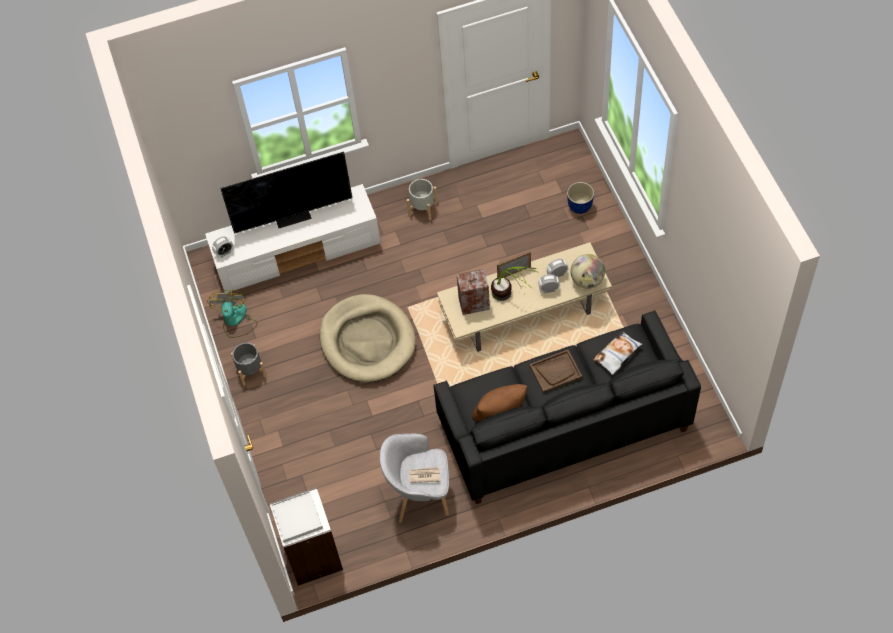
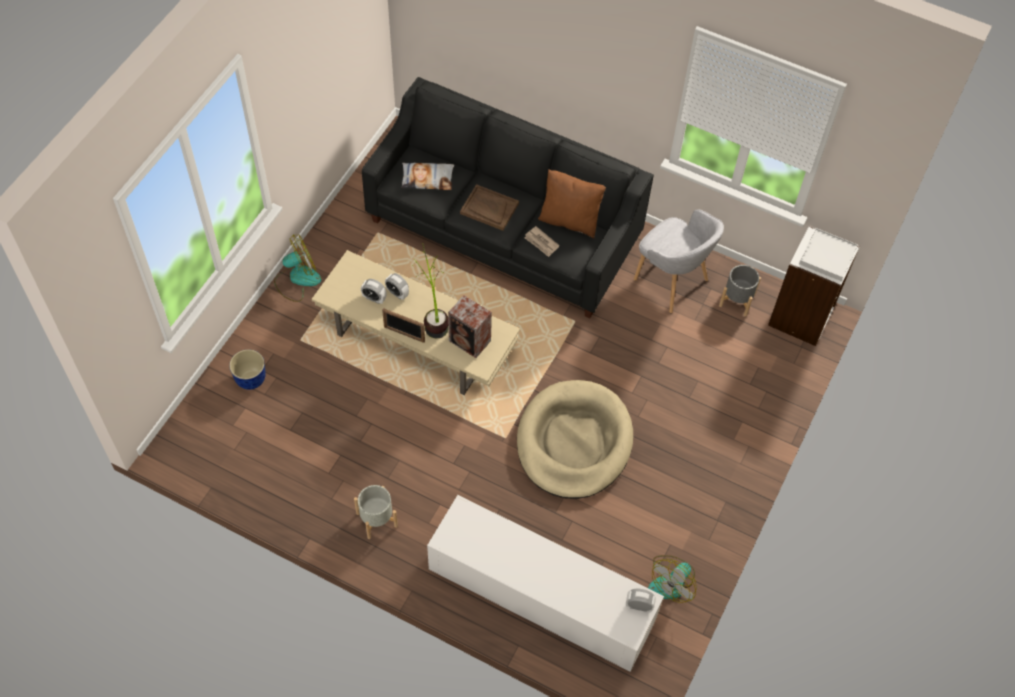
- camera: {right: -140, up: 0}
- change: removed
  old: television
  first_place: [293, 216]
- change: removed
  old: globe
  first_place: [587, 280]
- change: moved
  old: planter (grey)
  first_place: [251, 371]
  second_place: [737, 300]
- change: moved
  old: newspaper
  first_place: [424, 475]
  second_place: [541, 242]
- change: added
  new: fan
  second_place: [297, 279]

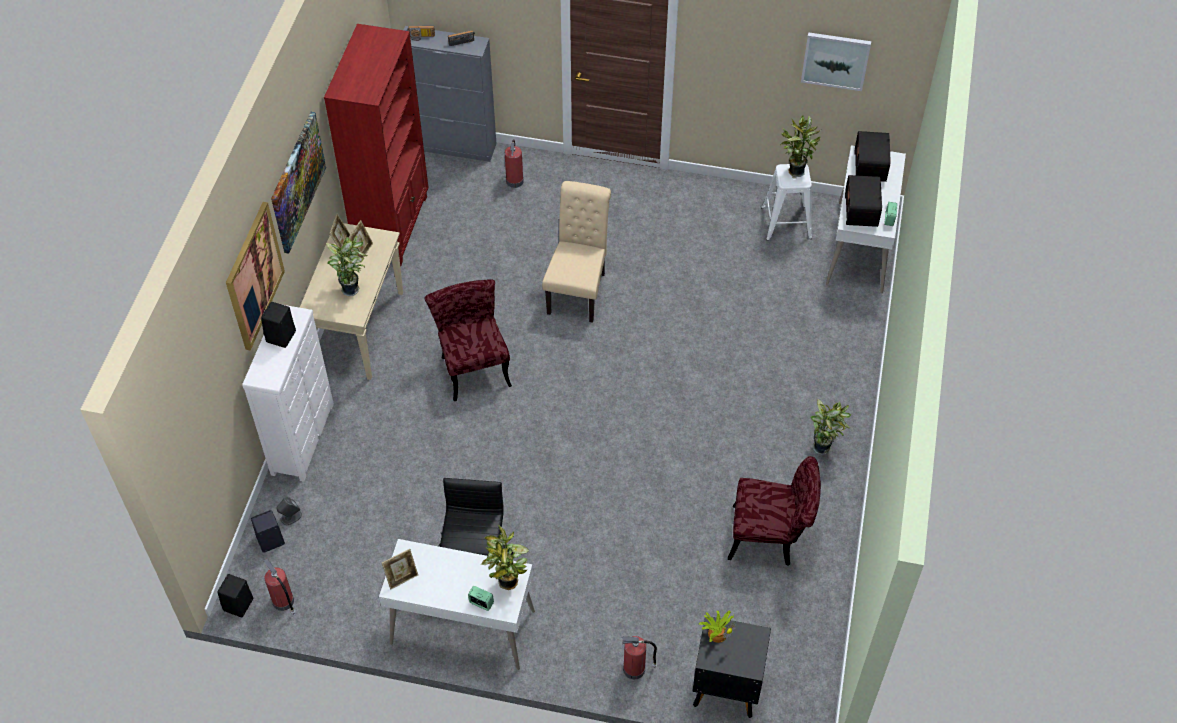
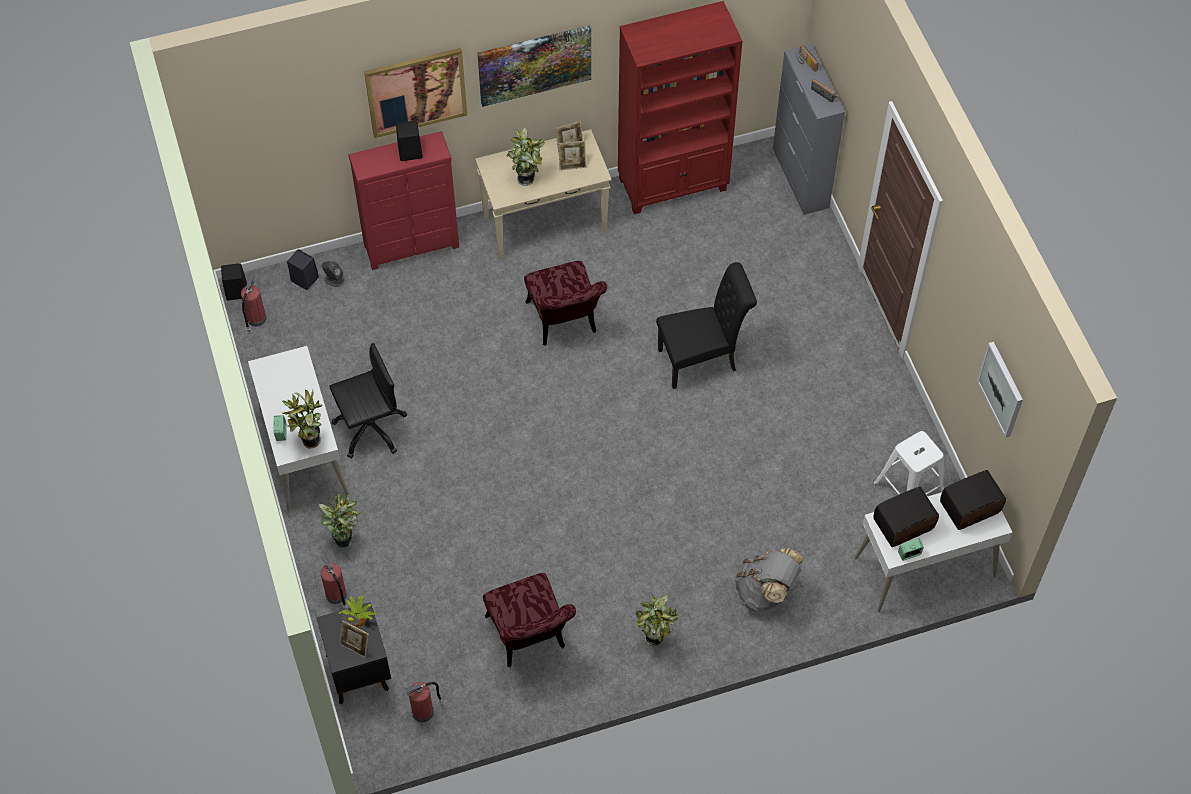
- camera: {right: 60, up: 5}
- change: moved
  old: potted plant
  first_place: [795, 170]
  second_place: [344, 539]
- change: moved
  old: fire extinguisher
  first_place: [514, 180]
  second_place: [424, 711]
- change: recoloured
  old: chair (beige)
  new: chair (black)
  first_place: [578, 290]
  second_place: [702, 359]
- change: turned
  old: chair (red)
  first_place: [473, 365]
  second_place: [564, 323]
  degrees: 120
- change: recoloured
  old: dresser (white)
  new: dresser (red)
  first_place: [304, 438]
  second_place: [412, 246]
- change: moved
  old: picture frame
  first_place: [402, 577]
  second_place: [355, 646]
- change: added
  new: backpack (grey)
  second_place: [766, 591]

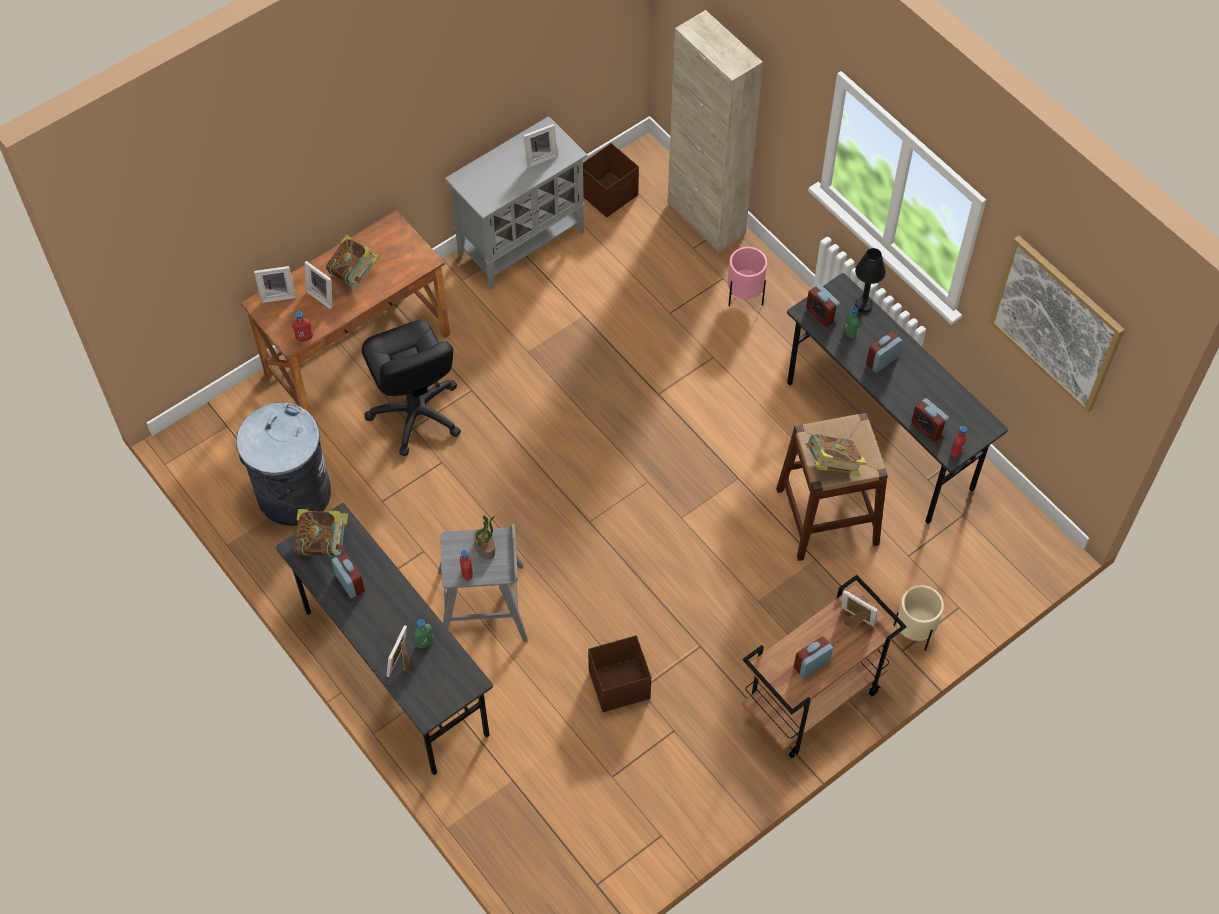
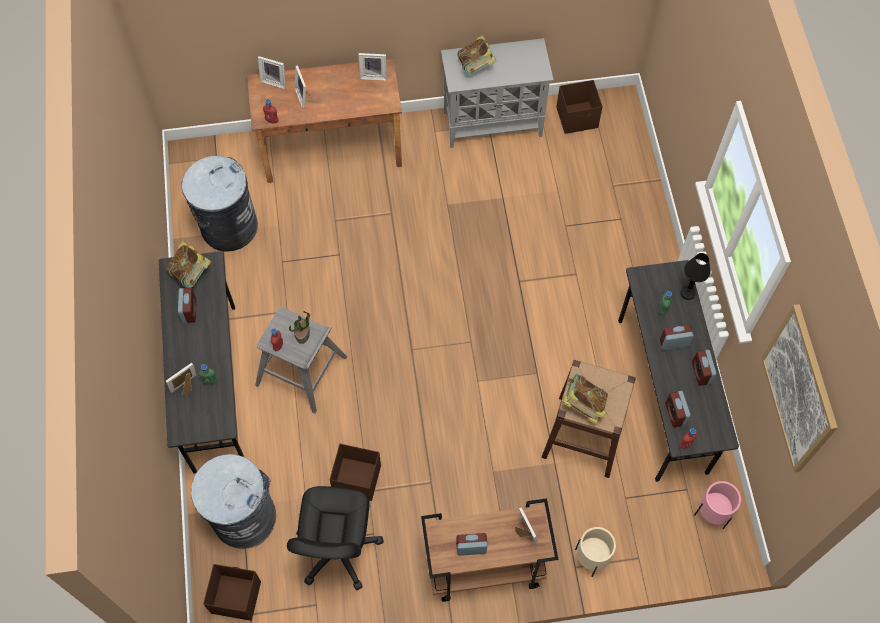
- camera: {right: 30, up: 5}
- change: removed
  old: cabinet (beige)
  first_place: [706, 218]
- change: moved
  old: picture frame
  first_place: [540, 156]
  second_place: [374, 75]
- change: moved
  old: book
  first_place: [355, 273]
  second_place: [476, 66]
- change: moved
  old: planter (pink)
  first_place: [744, 298]
  second_place: [711, 514]
- change: moved
  old: alarm clock
  first_place: [821, 314]
  second_place: [701, 373]
- change: moved
  old: office chair (black)
  first_place: [416, 414]
  second_place: [338, 550]
- change: added
  new: trash can (grey)
  second_place: [244, 517]
- change: added
  new: storage box (brown)
  second_place: [235, 597]

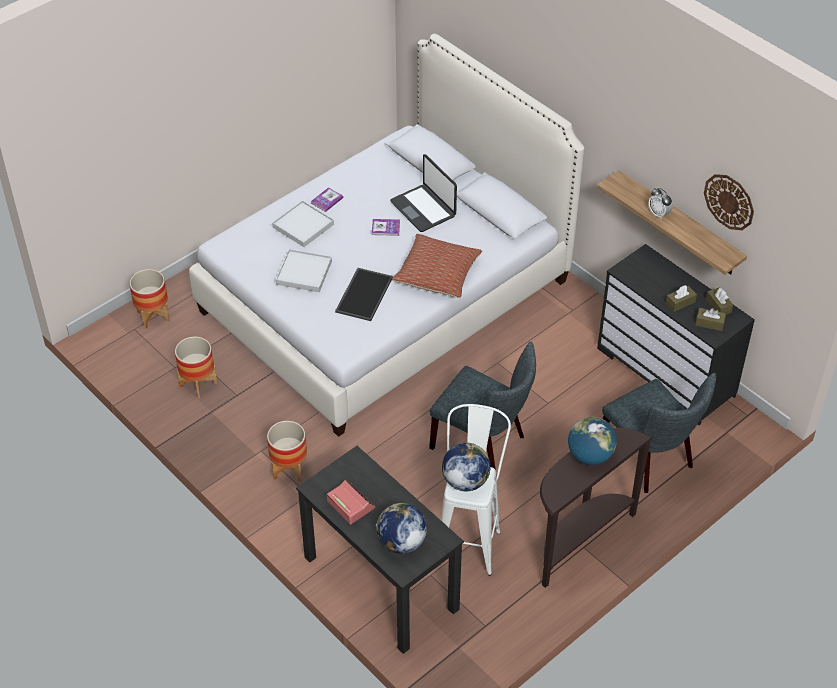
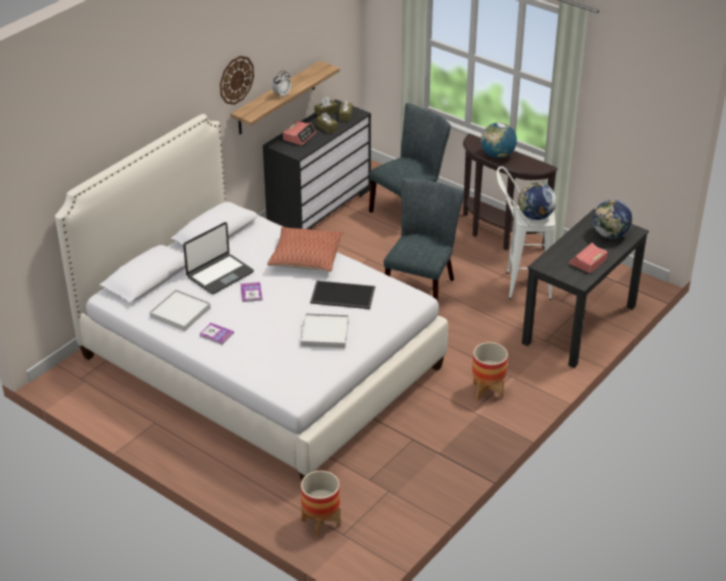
- camera: {right: -100, up: -10}
- change: moved
  old: wall clock
  first_place: [729, 201]
  second_place: [236, 80]
- change: moved
  old: tray (white)
  first_place: [303, 226]
  second_place: [180, 312]
- change: removed
  old: planter
  first_place: [198, 384]
- change: added
  new: alarm clock
  second_place: [299, 136]

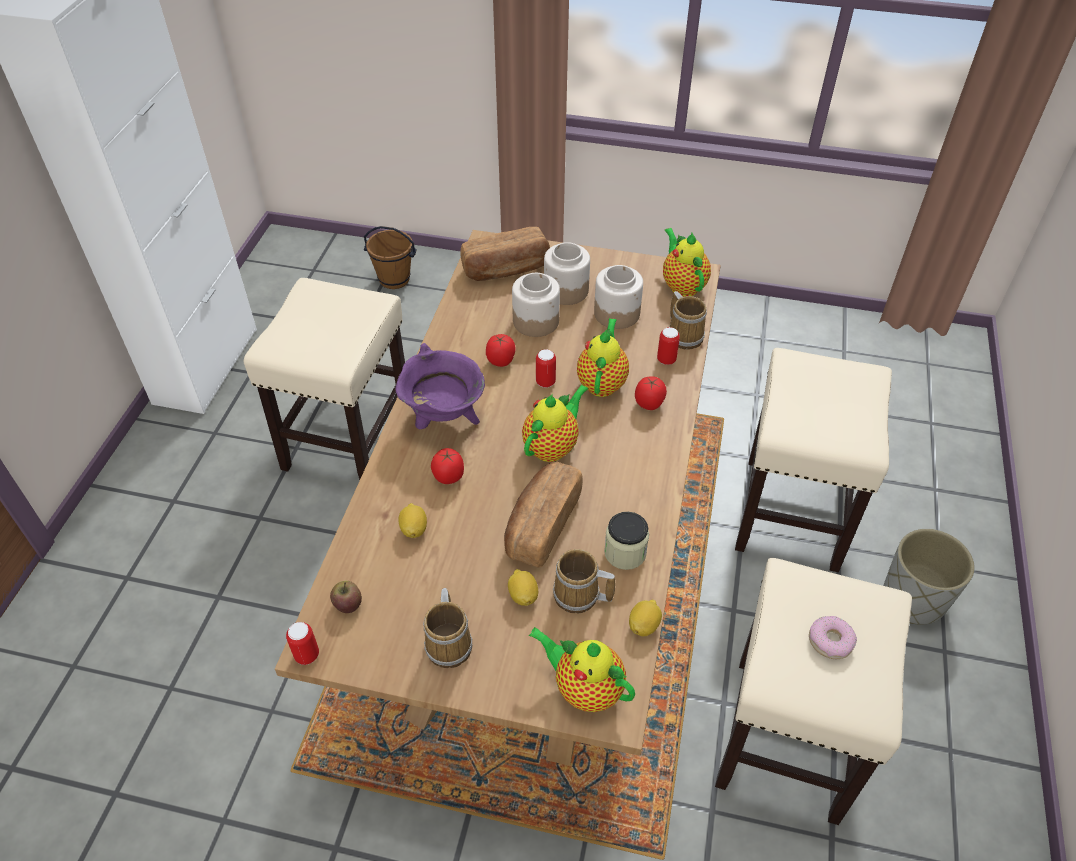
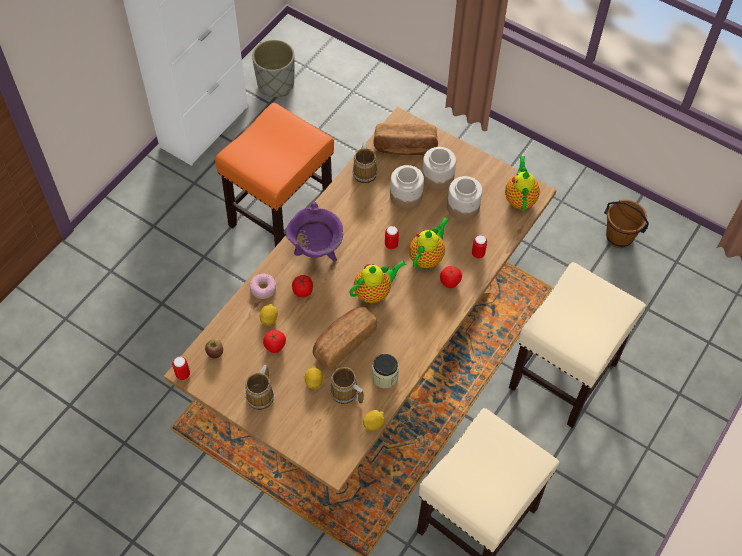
- camera: {right: 20, up: 10}
- change: moved
  old: bucket (brown)
  first_place: [394, 279]
  second_place: [619, 237]
- change: recoloured
  old: stool (beige)
  new: stool (orange)
  first_place: [348, 437]
  second_place: [281, 215]
- change: moved
  old: mug
  first_place: [685, 335]
  second_place: [365, 172]
- change: moved
  old: tomato
  first_place: [501, 361]
  second_place: [275, 346]
- change: moved
  old: planter (grey)
  first_place: [914, 599]
  second_place: [276, 84]
- change: moved
  old: donut
  first_place: [830, 641]
  second_place: [263, 288]
- change: removed
  old: teapot
  first_place: [584, 688]

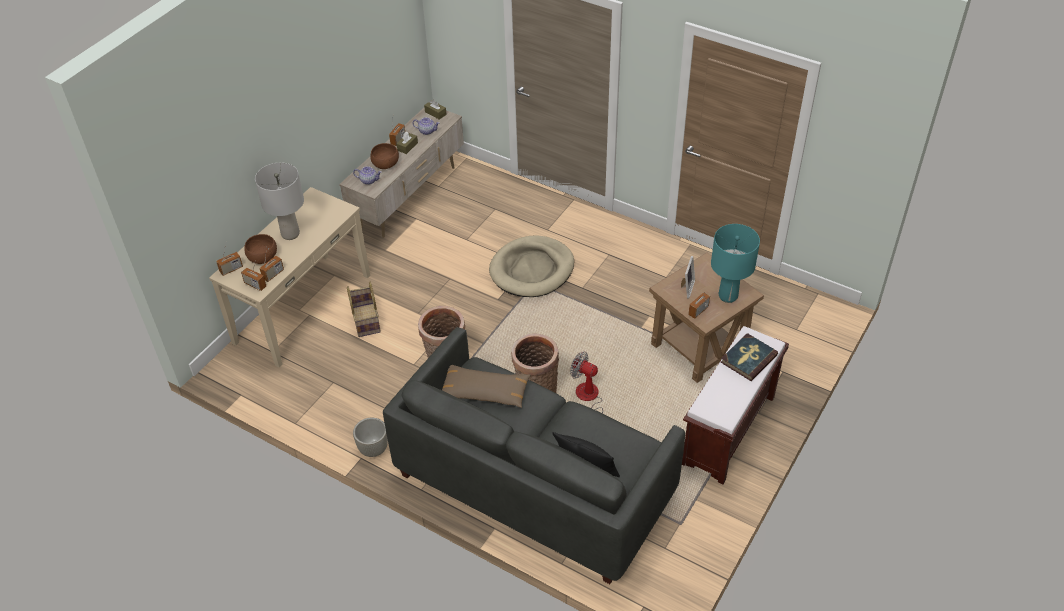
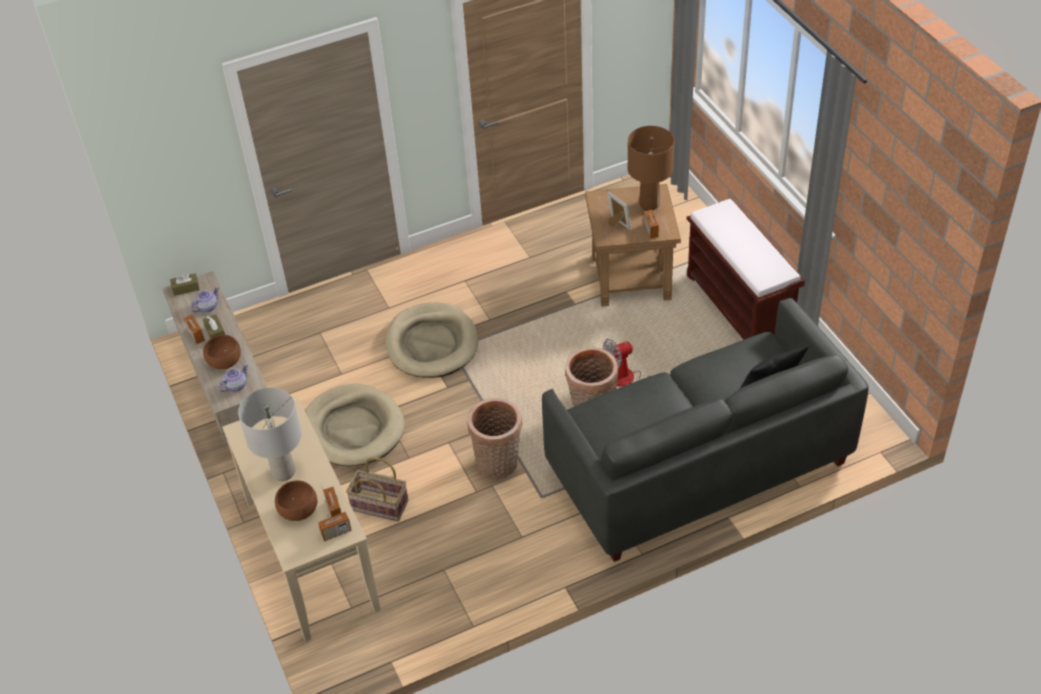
- camera: {right: -55, up: 0}
- change: recoloured
  old: table lamp (turquoise)
  new: table lamp (brown)
  first_place: [728, 296]
  second_place: [649, 204]
- change: removed
  old: radio
  first_place: [231, 269]
- change: removed
  old: book
  first_place: [748, 358]
- change: removed
  old: pillow (brown)
  first_place: [485, 392]
- change: removed
  old: planter (grey)
  first_place: [373, 449]
- change: added
  new: dog bed (beige)
  second_place: [354, 428]

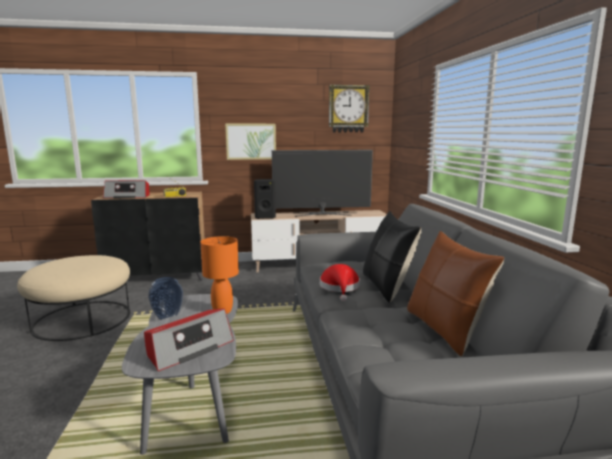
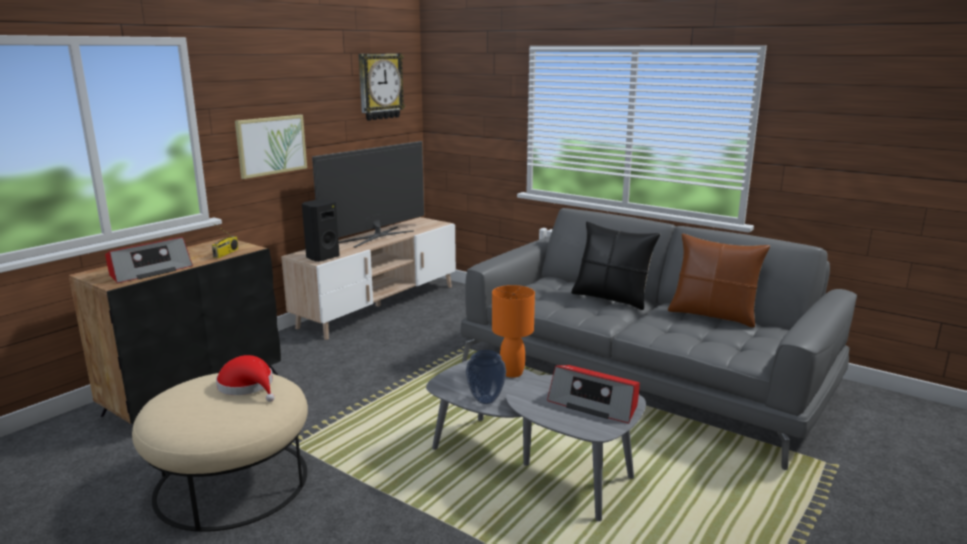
- camera: {right: -45, up: 5}
- change: moved
  old: hat (red)
  first_place: [340, 287]
  second_place: [248, 386]
- change: turned
  old: radio
  first_place: [189, 348]
  second_place: [594, 404]
  degrees: 120

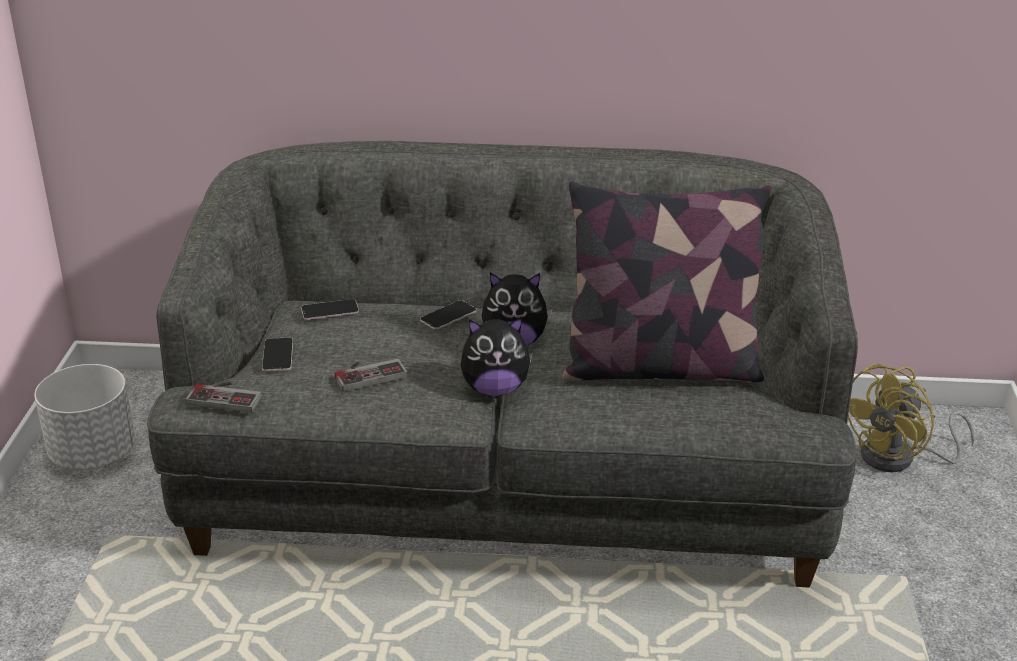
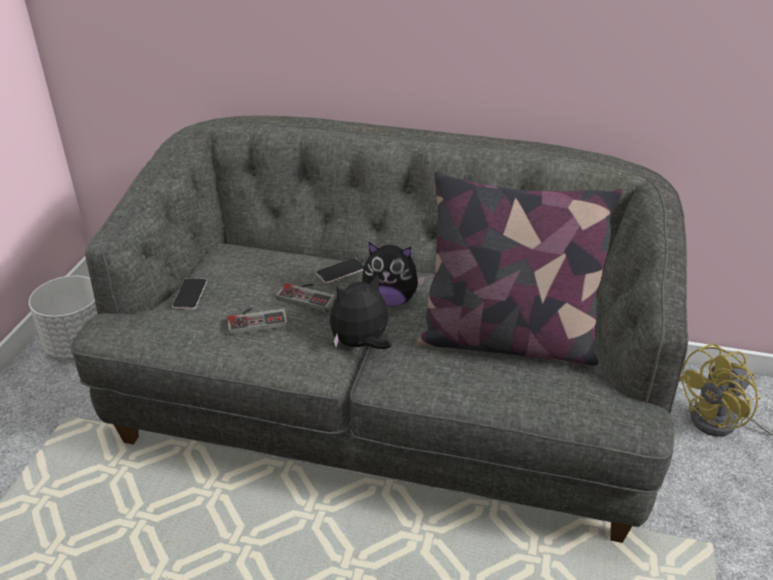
- camera: {right: 10, up: 5}
- change: removed
  old: phone
  first_place: [330, 310]
- change: turned
  old: plush toy
  first_place: [495, 389]
  second_place: [361, 344]
  degrees: 150
- change: moved
  old: game controller
  first_place: [227, 396]
  second_place: [308, 295]

